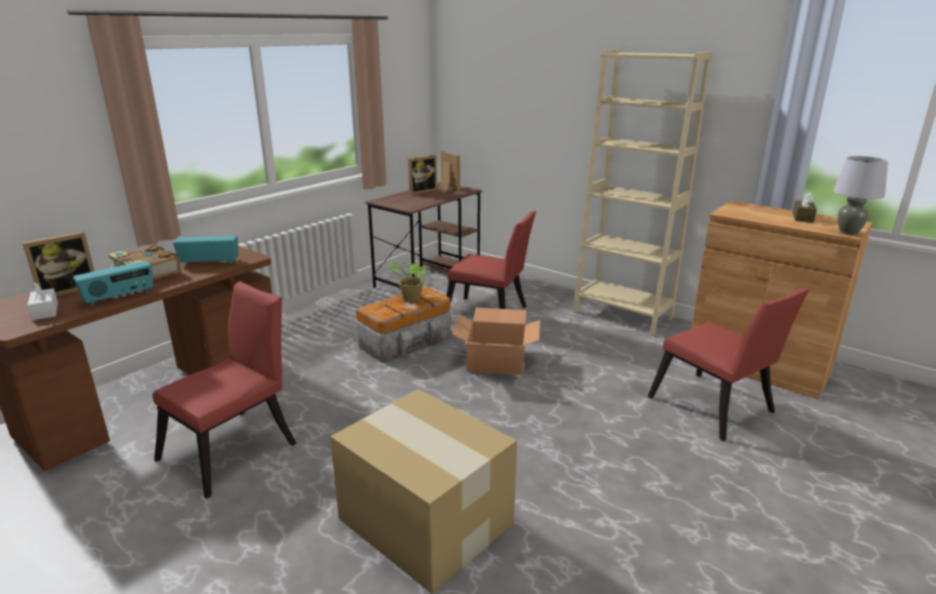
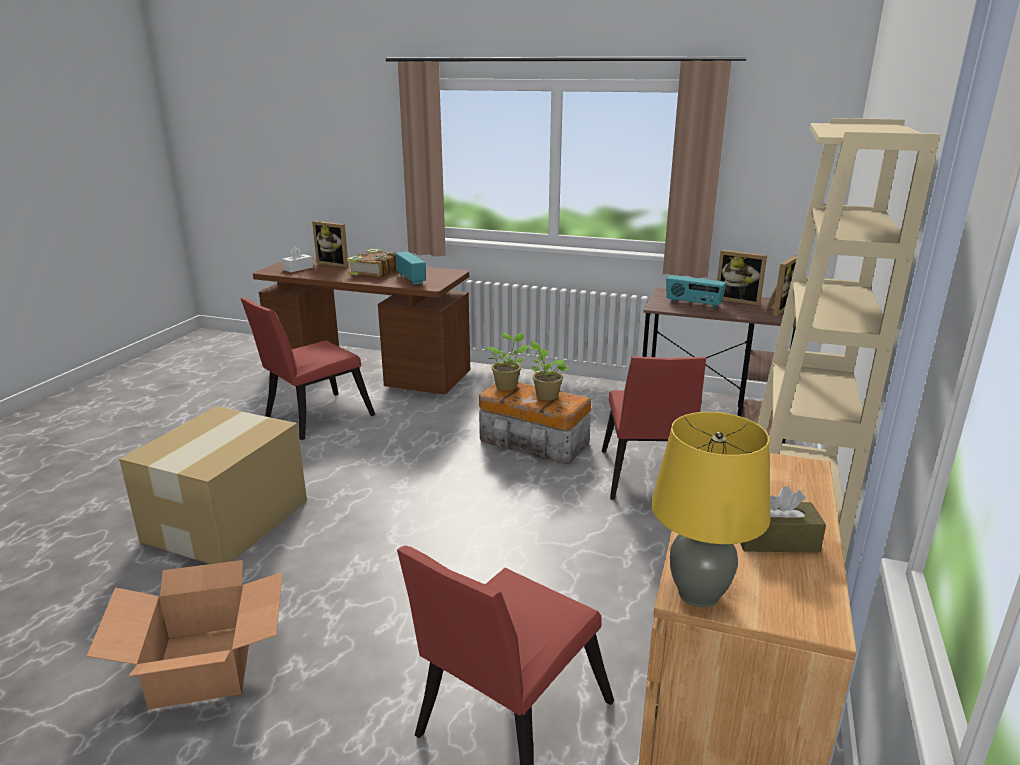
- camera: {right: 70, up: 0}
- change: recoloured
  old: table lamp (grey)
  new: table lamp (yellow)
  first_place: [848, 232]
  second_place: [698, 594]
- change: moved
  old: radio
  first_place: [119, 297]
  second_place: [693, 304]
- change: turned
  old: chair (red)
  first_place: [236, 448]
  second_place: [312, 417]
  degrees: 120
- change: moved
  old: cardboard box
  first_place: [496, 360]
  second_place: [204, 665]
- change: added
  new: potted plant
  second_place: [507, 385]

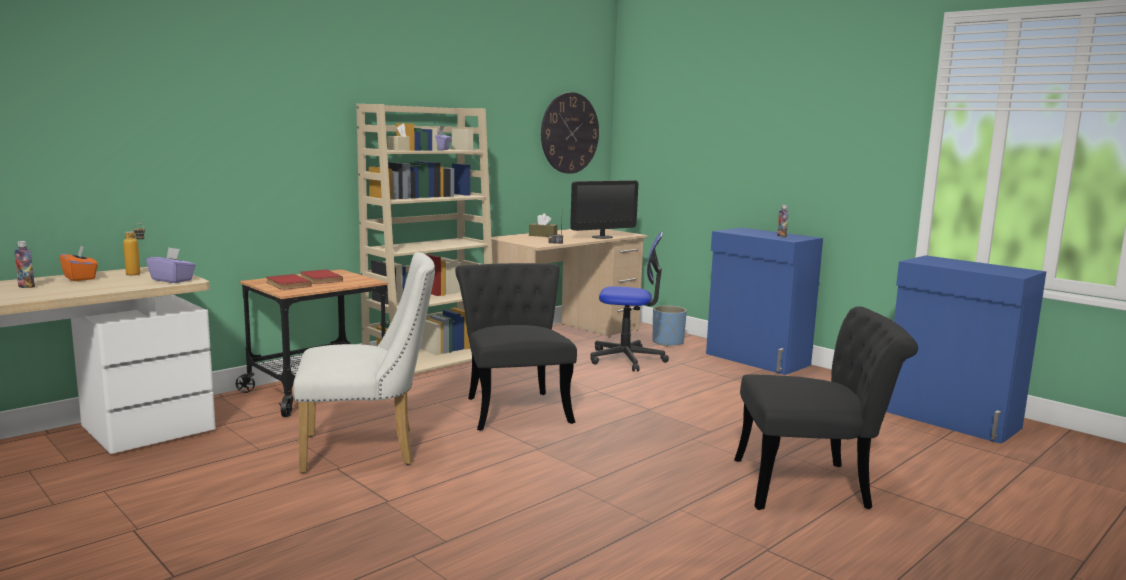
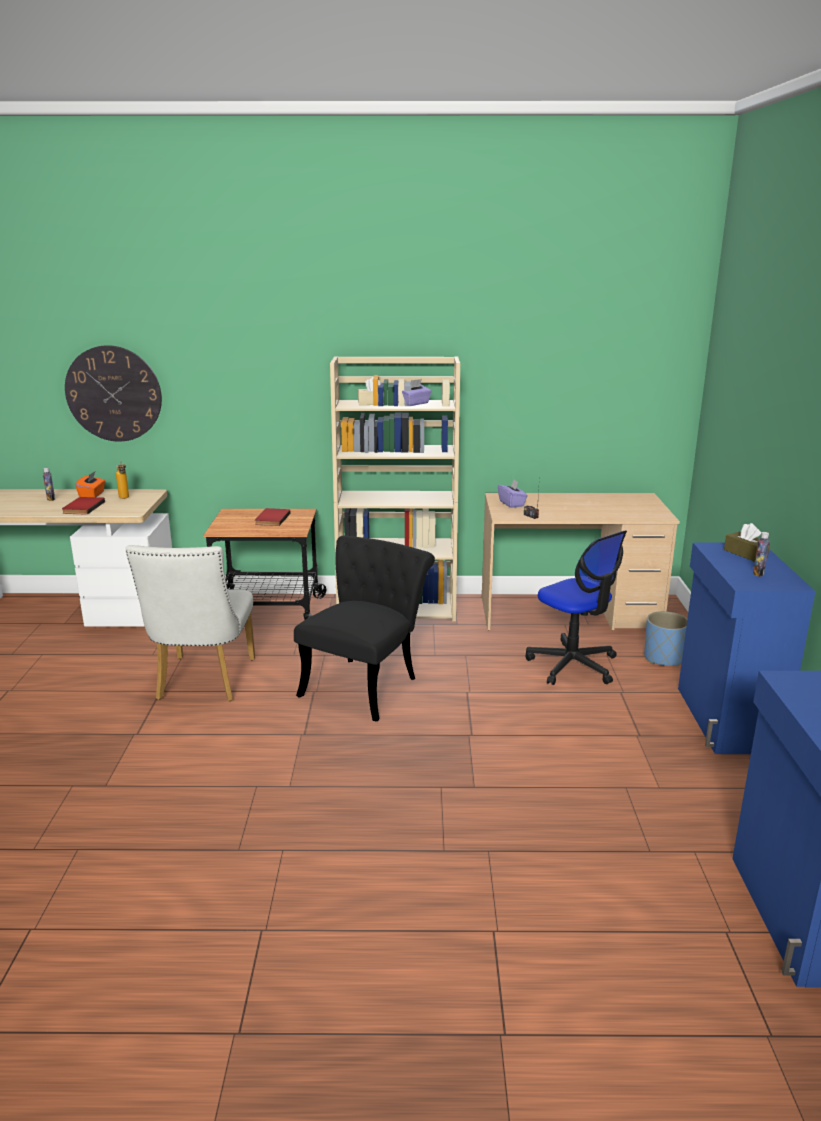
- camera: {right: 45, up: 10}
- change: moved
  old: wall clock
  first_place: [569, 133]
  second_place: [113, 394]
- change: removed
  old: monitor
  first_place: [602, 237]
- change: moved
  old: tissue box (brown)
  first_place: [543, 235]
  second_place: [745, 553]
- change: moved
  old: tissue box (purple)
  first_place: [172, 280]
  second_place: [512, 503]
- change: turned
  old: chair (white)
  first_place: [369, 450]
  second_place: [203, 683]
  degrees: 60
- change: moved
  old: book (red)
  first_place: [286, 284]
  second_place: [82, 507]
- change: removed
  old: chair (black)
  first_place: [813, 486]

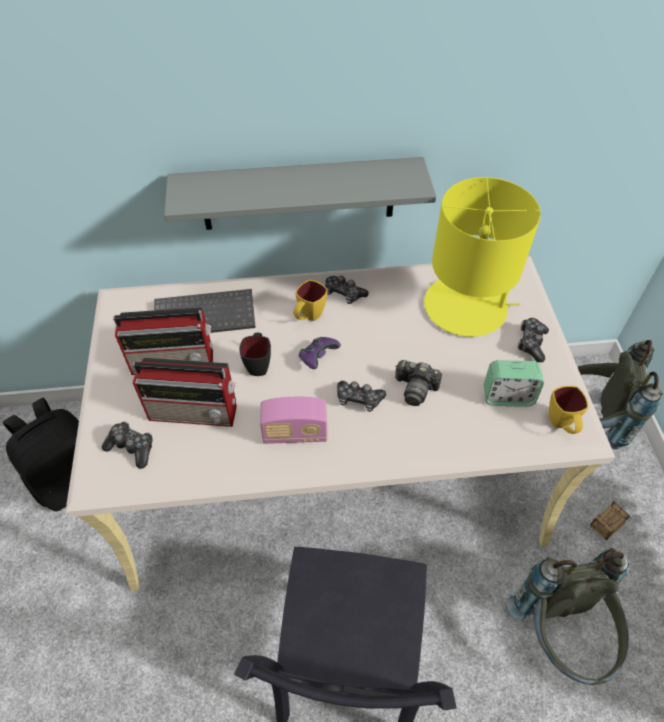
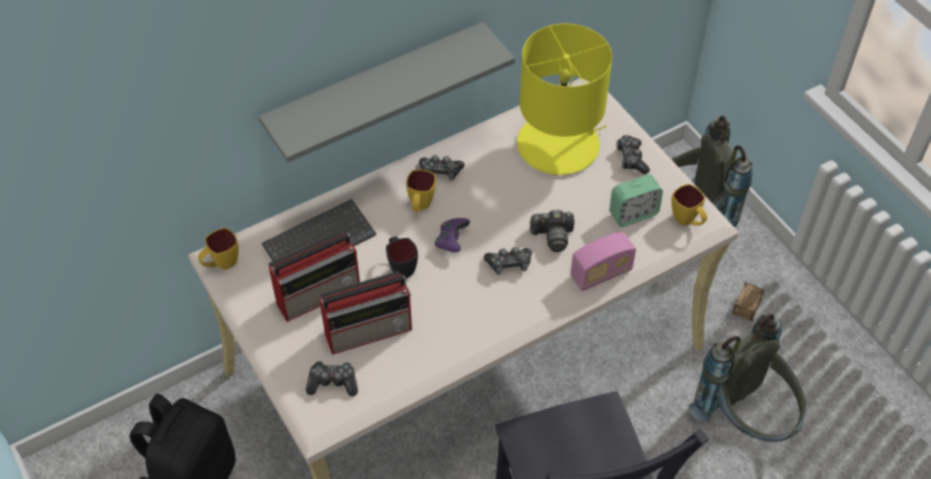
- camera: {right: -25, up: 0}
- change: moved
  old: radio
  first_place: [295, 433]
  second_place: [601, 274]
- change: added
  new: mug (yellow)
  second_place: [221, 264]

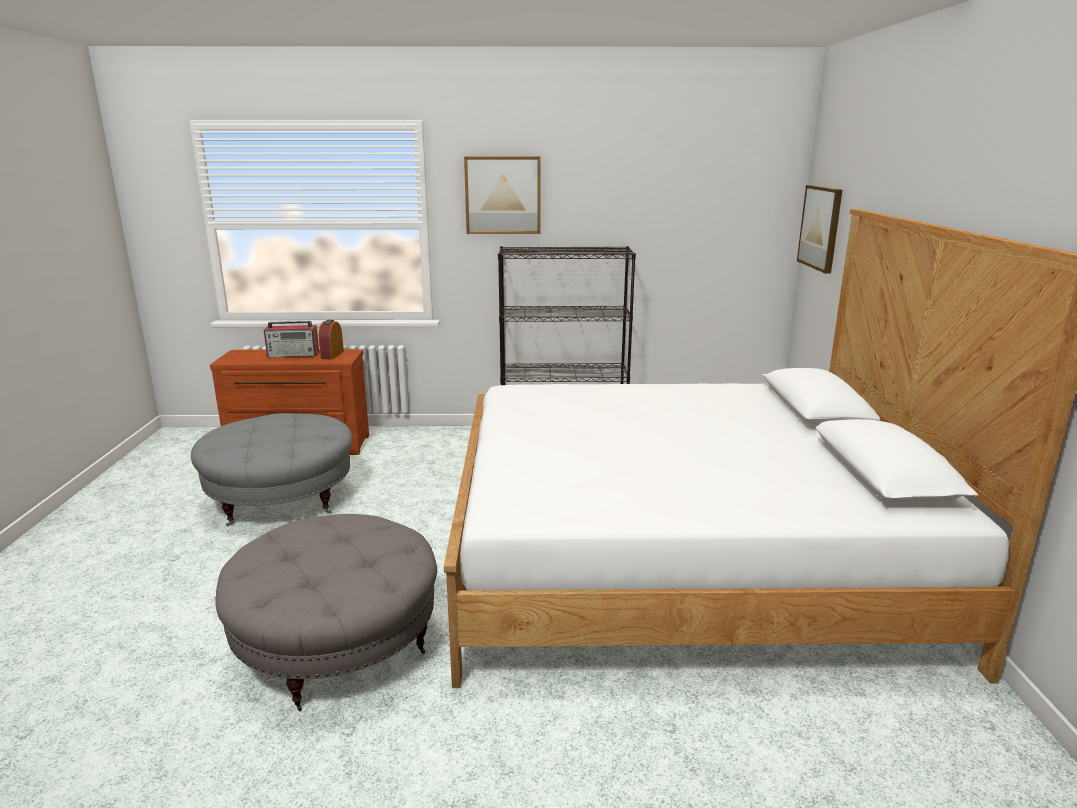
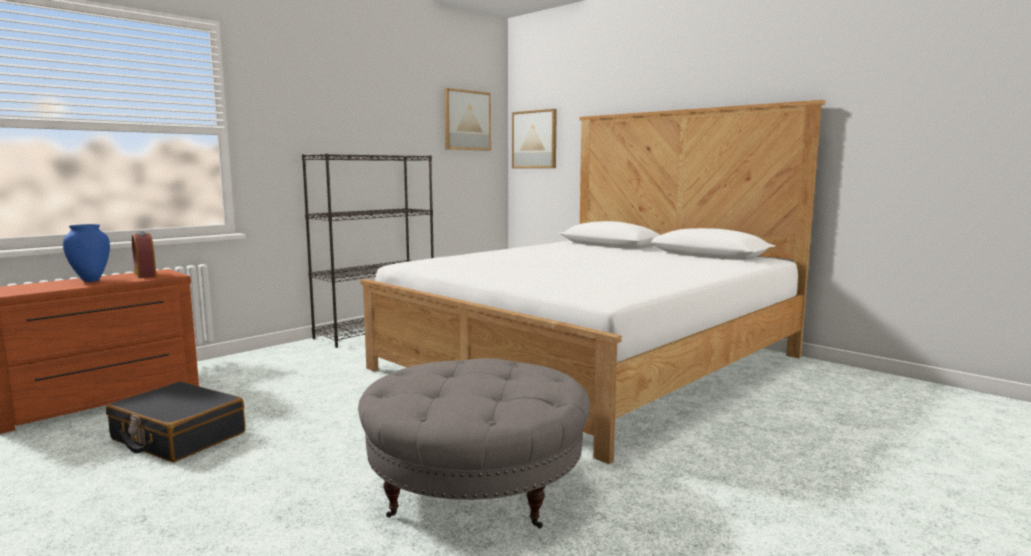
- camera: {right: -45, up: -10}
- change: moved
  old: picture
  first_place: [503, 195]
  second_place: [467, 120]
- change: replaced
  old: radio
  new: vase (blue)
  first_place: [294, 355]
  second_place: [90, 280]
- change: replaced
  old: ottoman (grey)
  new: suitcase (black)
  first_place: [281, 498]
  second_place: [178, 437]

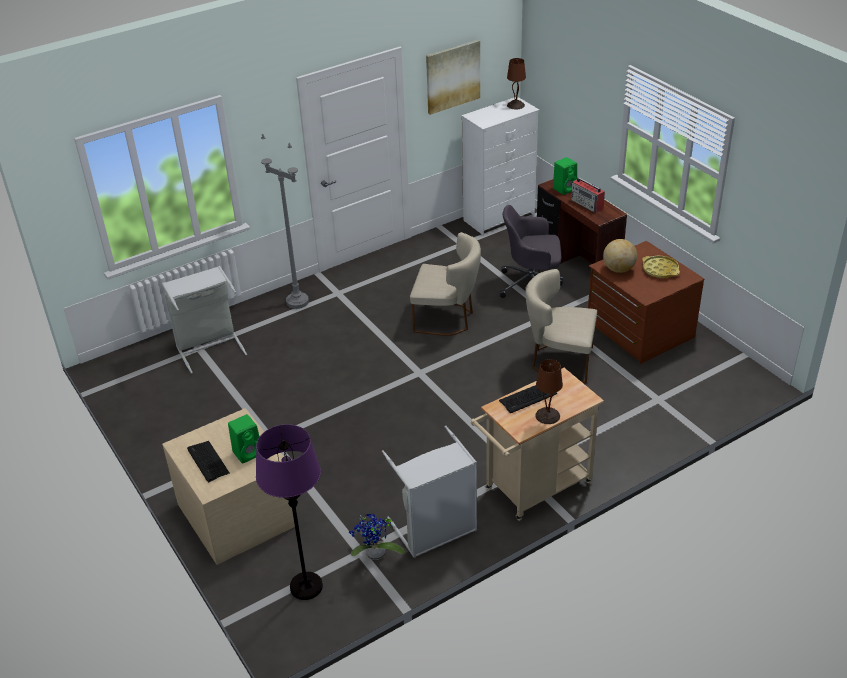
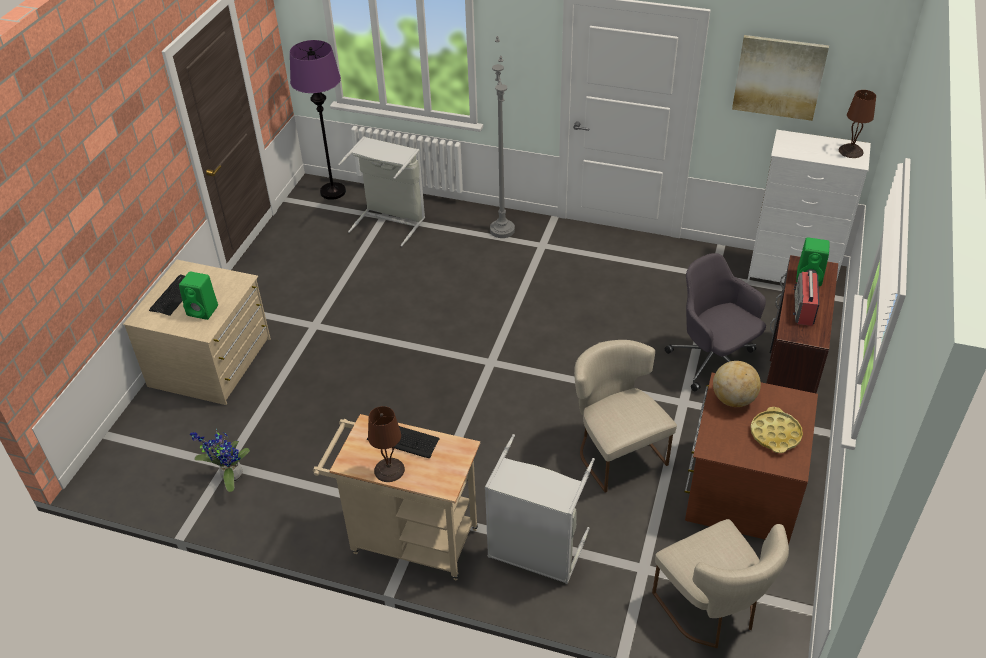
- camera: {right: 50, up: 5}
- change: moved
  old: chair (beige)
  first_place: [447, 319]
  second_place: [712, 610]
- change: moved
  old: floor lamp (purple)
  first_place: [306, 587]
  second_place: [332, 192]
- change: moved
  old: laundry basket (grey)
  first_place: [436, 531]
  second_place: [535, 552]

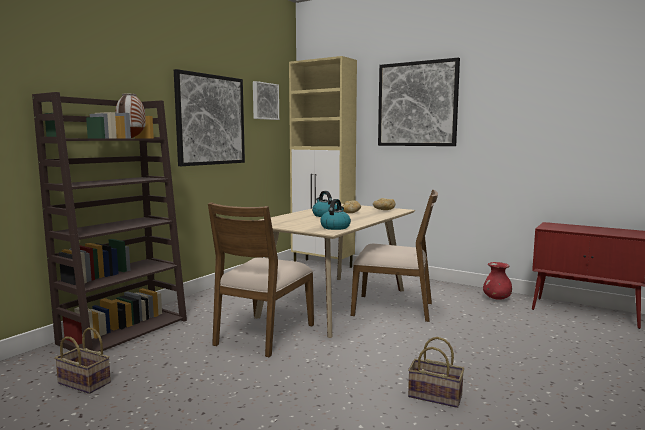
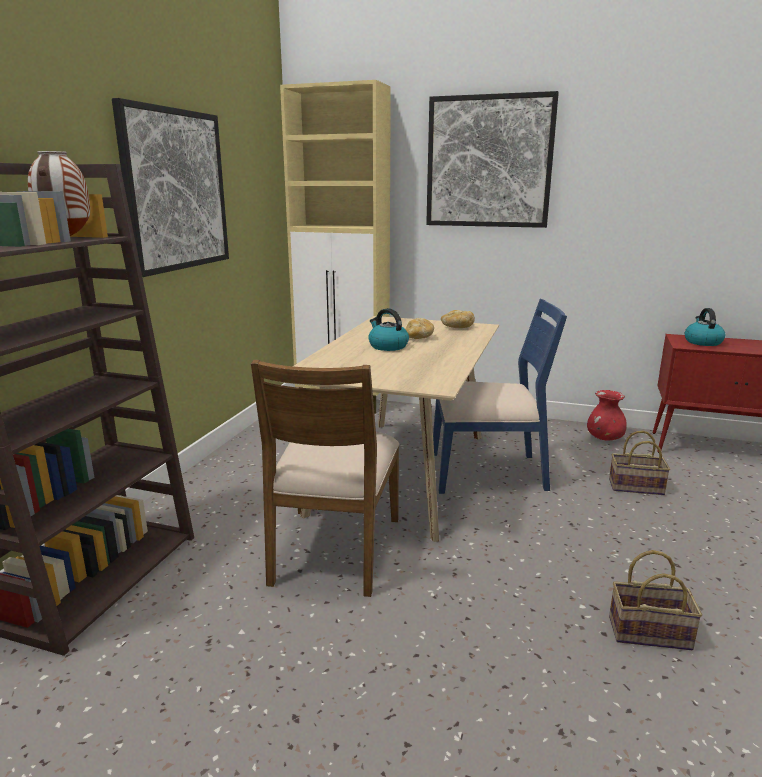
- camera: {right: -15, up: 10}
- change: removed
  old: picture
  first_place: [264, 101]
- change: recoloured
  old: chair (brown)
  new: chair (blue)
  first_place: [393, 308]
  second_place: [488, 472]
- change: moved
  old: kettle
  first_place: [335, 227]
  second_place: [702, 342]
- change: moved
  old: basket
  first_place: [82, 383]
  second_place: [634, 487]

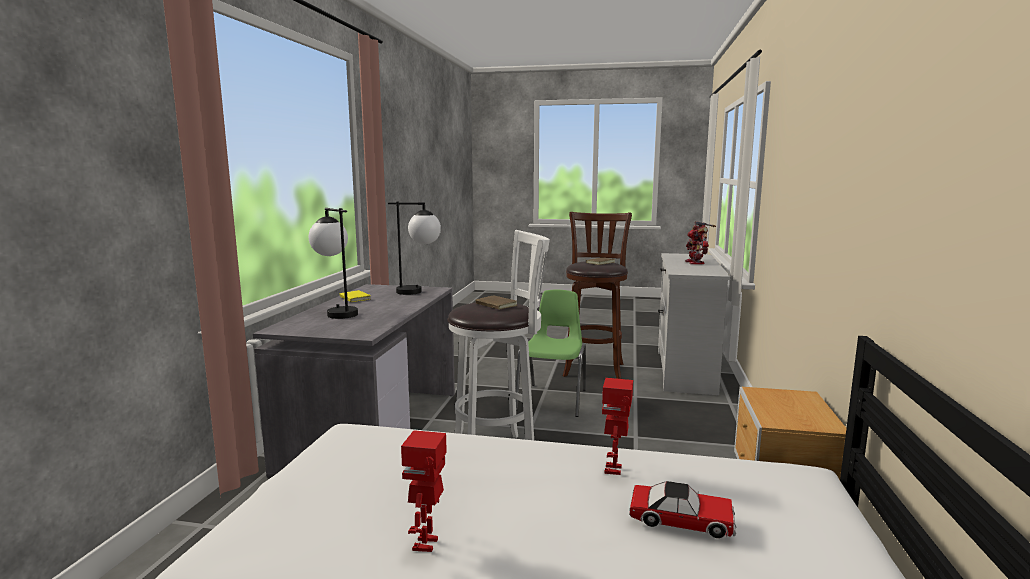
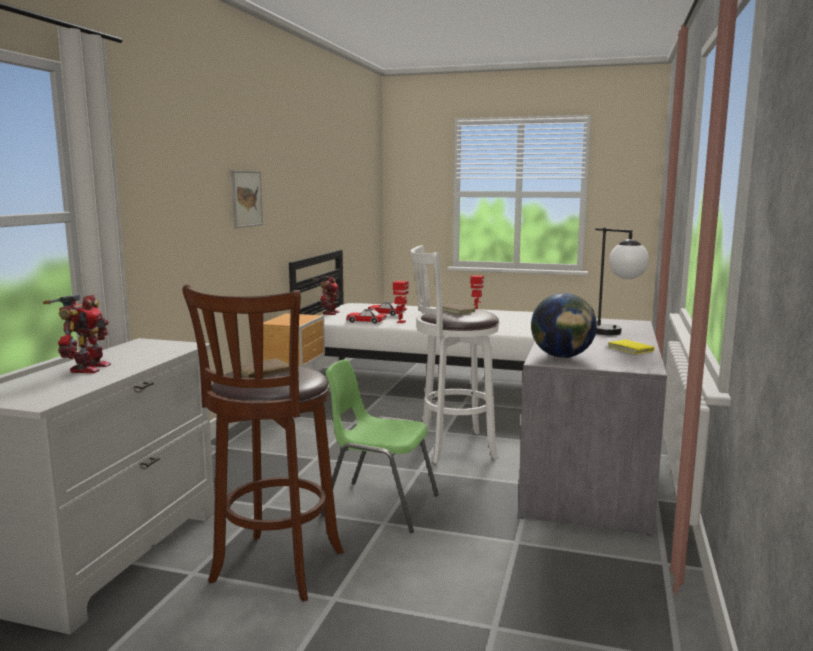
- camera: {right: -175, up: 0}
- change: replaced
  old: table lamp
  new: globe
  first_place: [419, 292]
  second_place: [562, 357]
- change: turned
  old: chair (green)
  first_place: [553, 399]
  second_place: [379, 505]
  degrees: 90
- change: added
  new: picture
  second_place: [246, 198]
- change: added
  new: toy robot
  second_place: [329, 313]
- change: added
  new: toy car
  second_place: [366, 321]

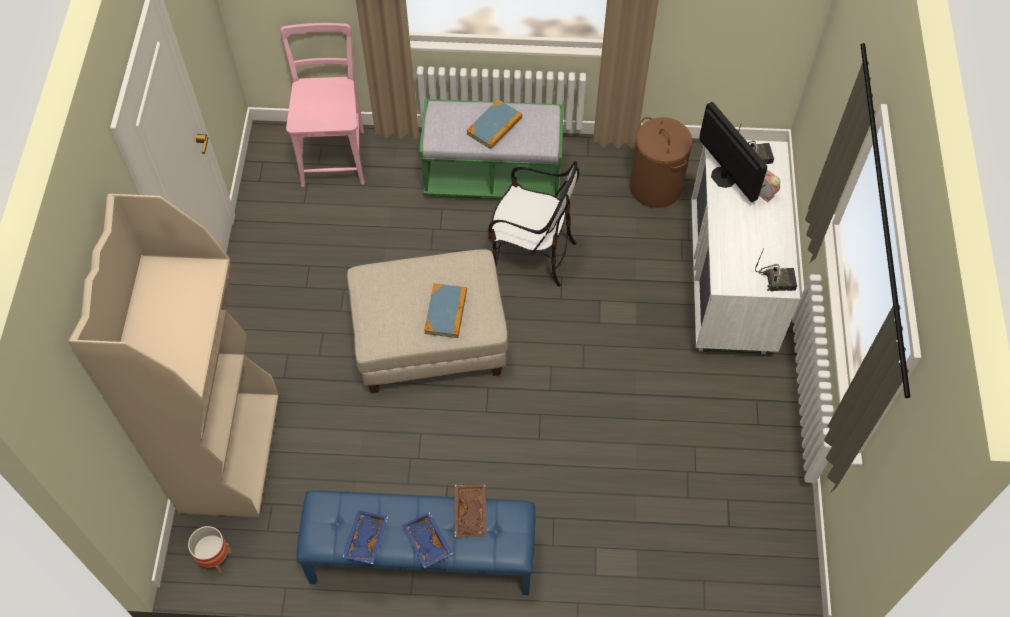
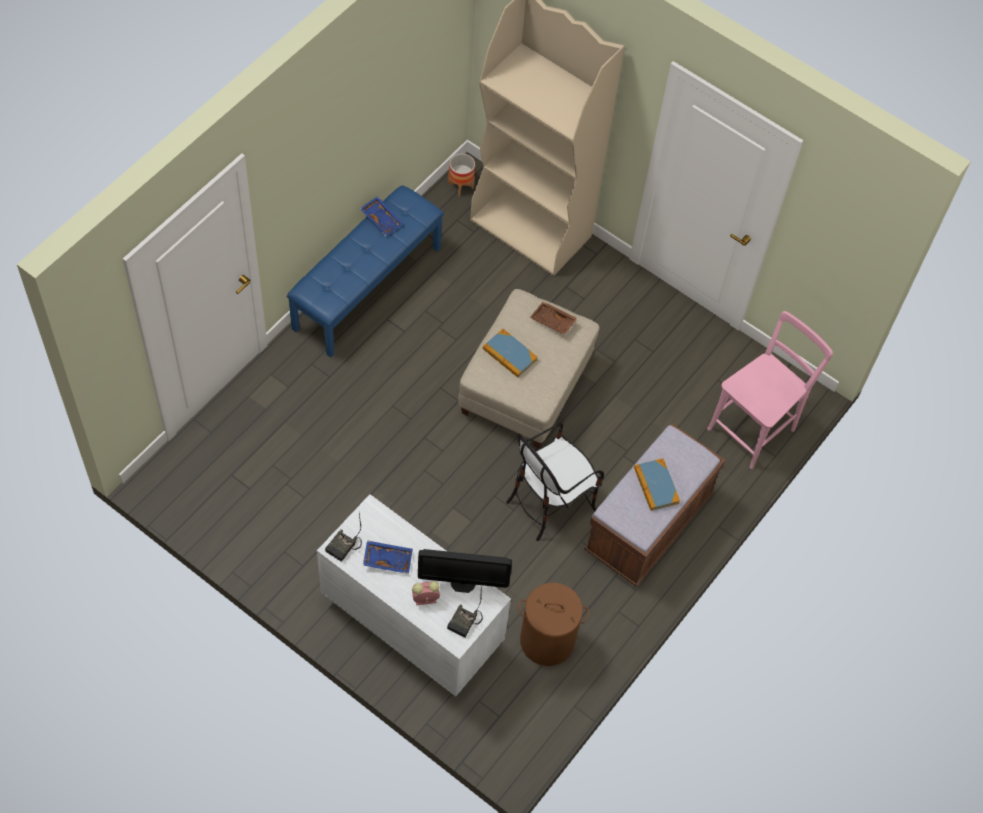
- camera: {right: 120, up: 0}
- change: turned
  old: chair (pink)
  first_place: [333, 154]
  second_place: [755, 427]
  degrees: -75
- change: recoloured
  old: bench (green)
  new: bench (brown)
  first_place: [493, 177]
  second_place: [648, 525]
- change: moved
  old: tray (brown)
  first_place: [471, 513]
  second_place: [552, 322]
- change: moved
  old: tray (blue)
  first_place: [426, 543]
  second_place: [388, 559]

